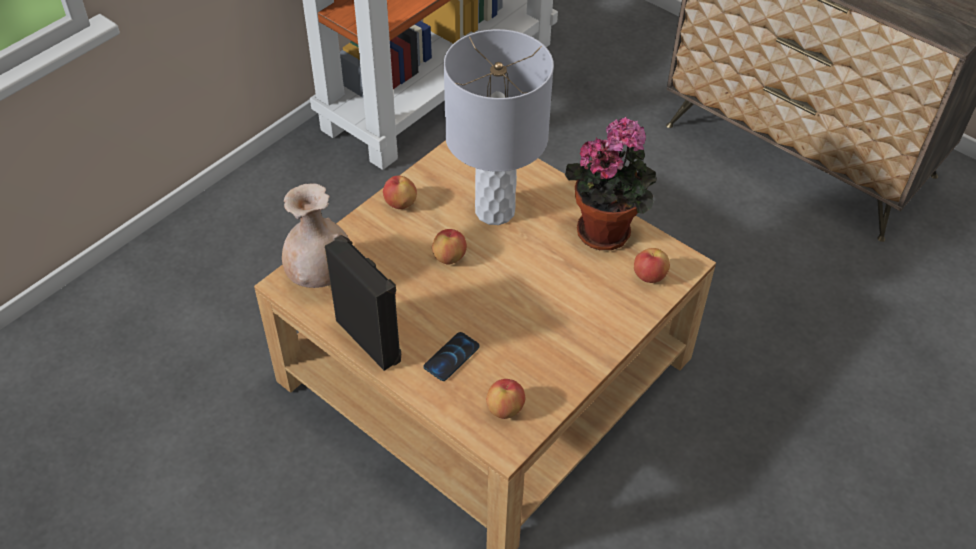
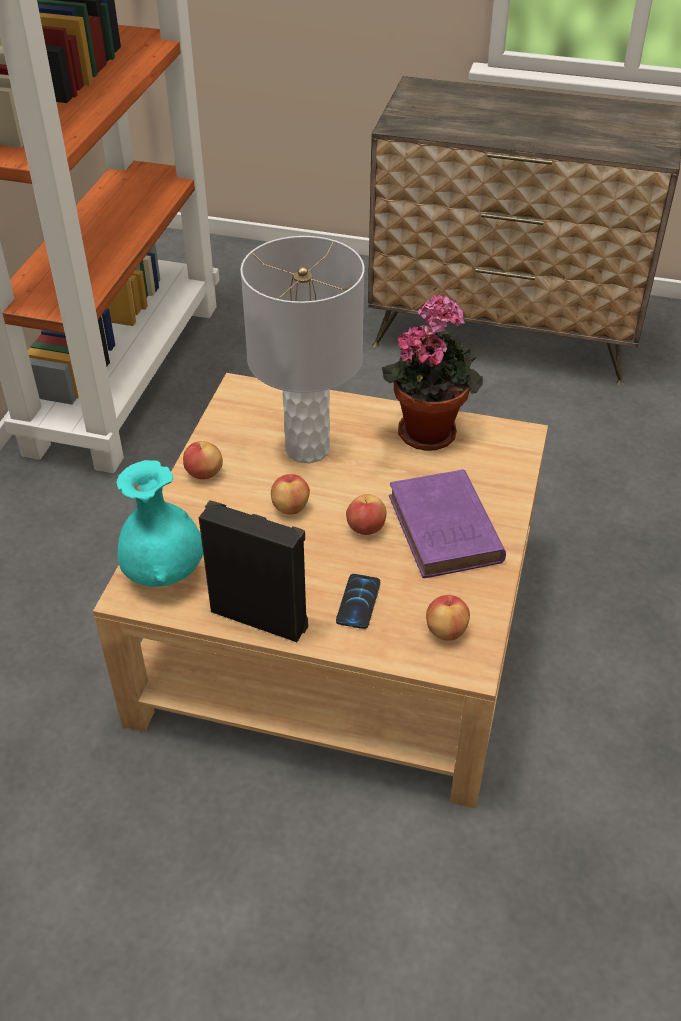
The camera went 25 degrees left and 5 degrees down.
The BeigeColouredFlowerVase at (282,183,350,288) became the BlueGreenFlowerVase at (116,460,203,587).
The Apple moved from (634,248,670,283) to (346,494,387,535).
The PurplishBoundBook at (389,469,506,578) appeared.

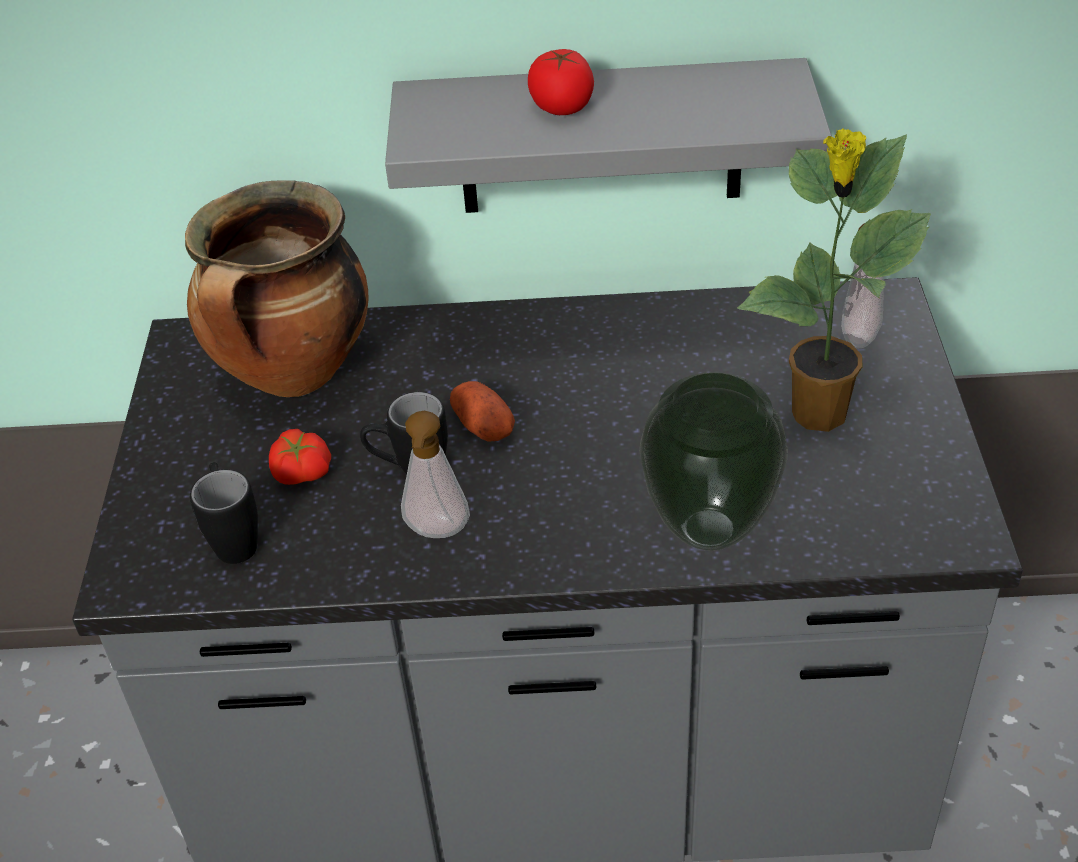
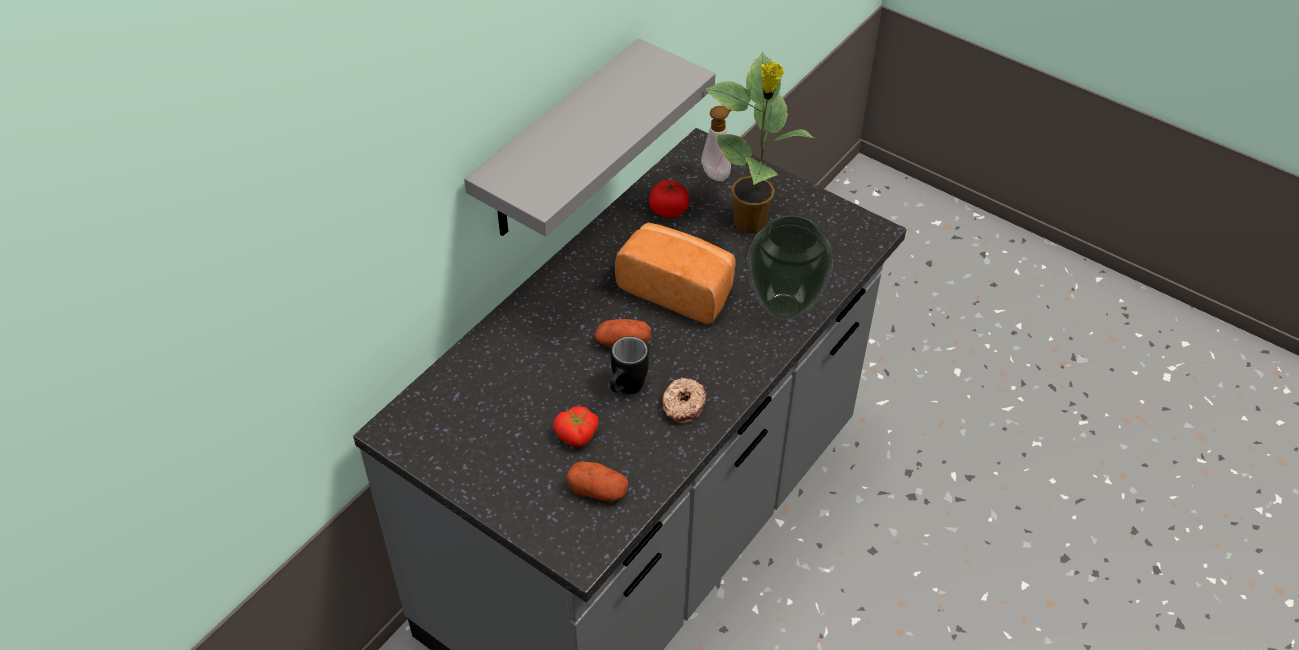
The camera went 55 degrees left and 5 degrees up.
The WholeTomato moved from (528,49,594,115) to (649,180,689,218).
The CookingPot at (185,180,369,397) disappeared.
The SoapDispenser at (401,411,470,538) was replaced by the RingDoughnut at (662,377,707,424).
The BlackishMug at (190,462,258,564) was replaced by the Spud at (566,461,628,501).
The BakeryBread at (615,223,736,324) appeared.

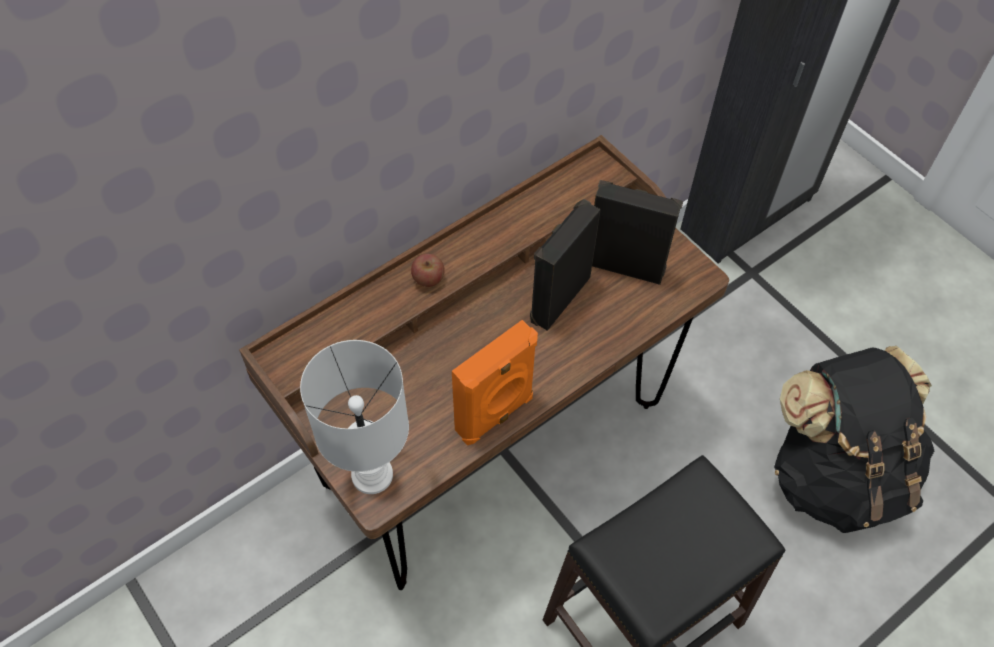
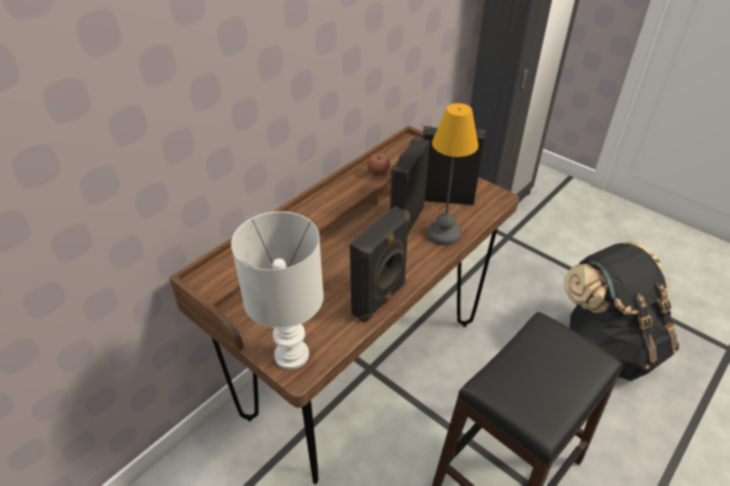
The camera went 10 degrees left and 15 degrees down.
The Apple moved from (411,254,445,287) to (367,153,390,176).
The OrangeLoudspeaker at (452,320,538,445) became the BlackishLoudspeaker at (350,207,410,323).
The LampForATable at (427,103,478,246) appeared.

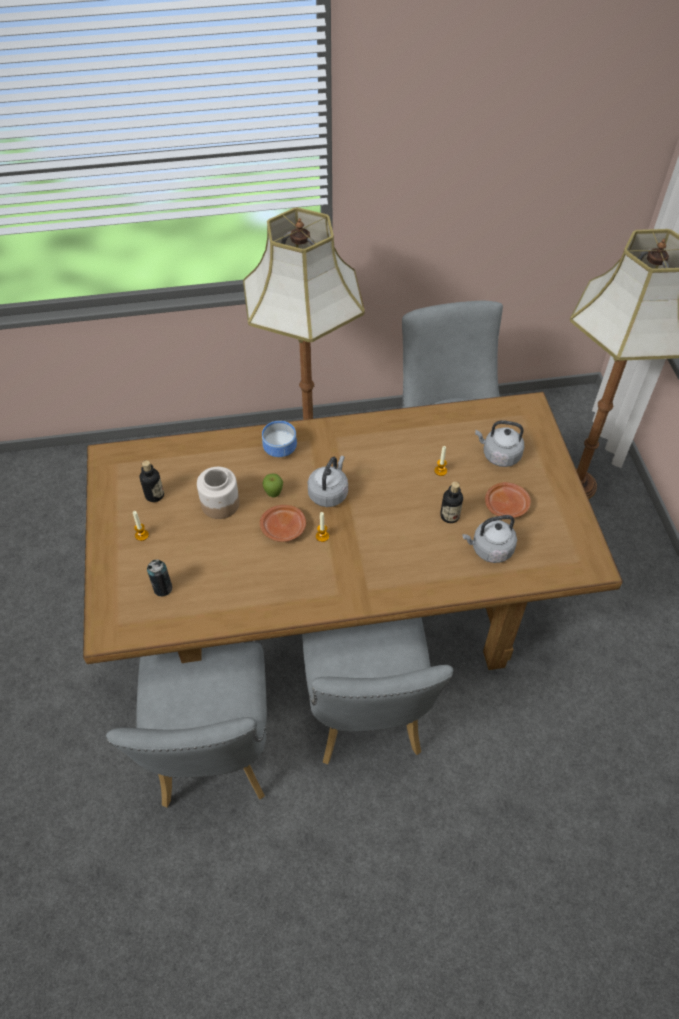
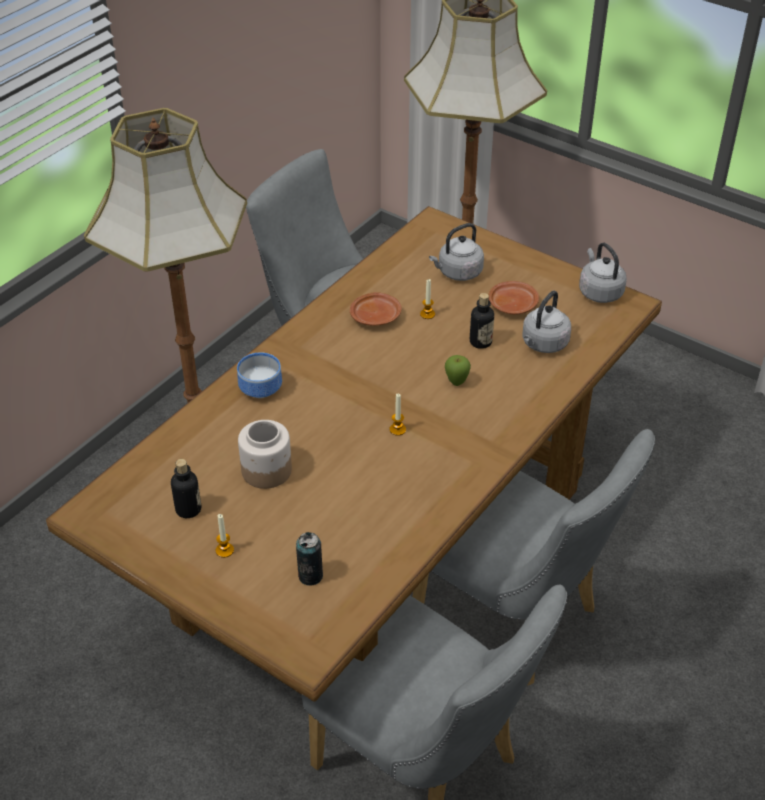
The camera went 45 degrees left and 10 degrees down.
The GreyTeaKettle moved from (308,456,348,507) to (579,243,627,303).
The Apple moved from (262,473,283,497) to (445,355,471,386).
The BrownColouredFlatDish moved from (260,505,306,542) to (350,292,402,326).

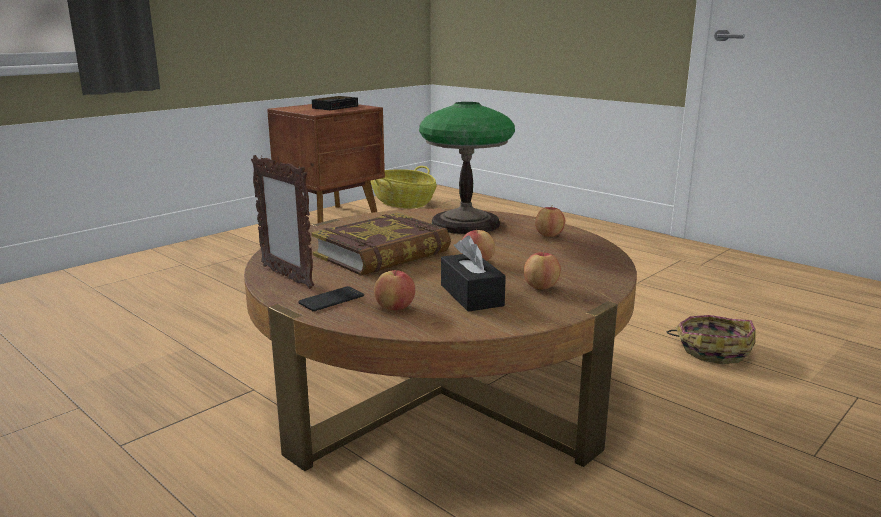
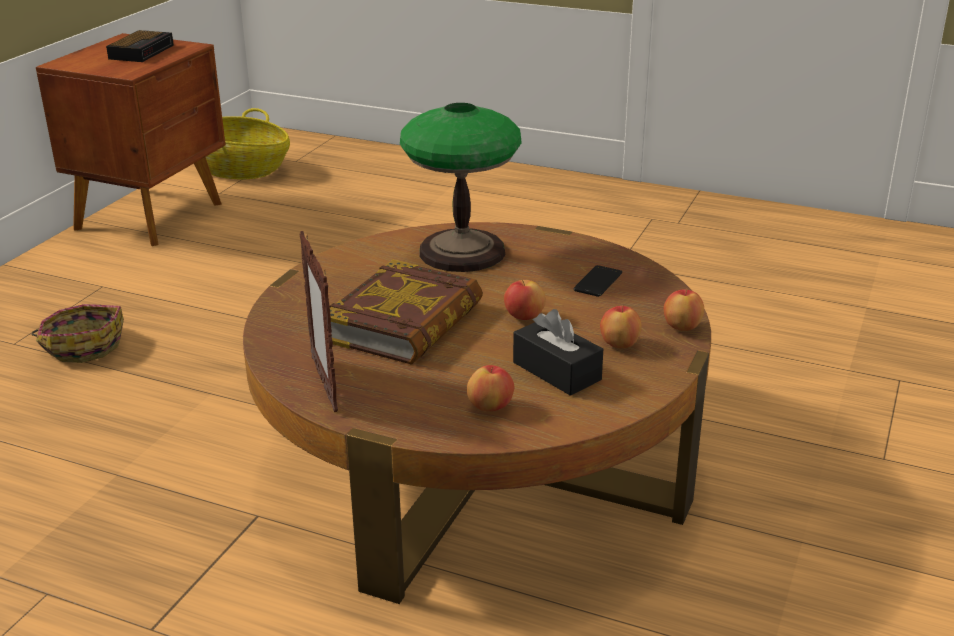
The camera went 20 degrees left and 10 degrees up.
The PhotoFrame at (251,155,314,289) turned 45 degrees clockwise.
The Apple moved from (535,206,565,237) to (664,289,704,331).
The Telephone moved from (298,286,364,312) to (574,265,622,297).
The HouseholdBasket moved from (666,315,755,364) to (31,304,124,363).

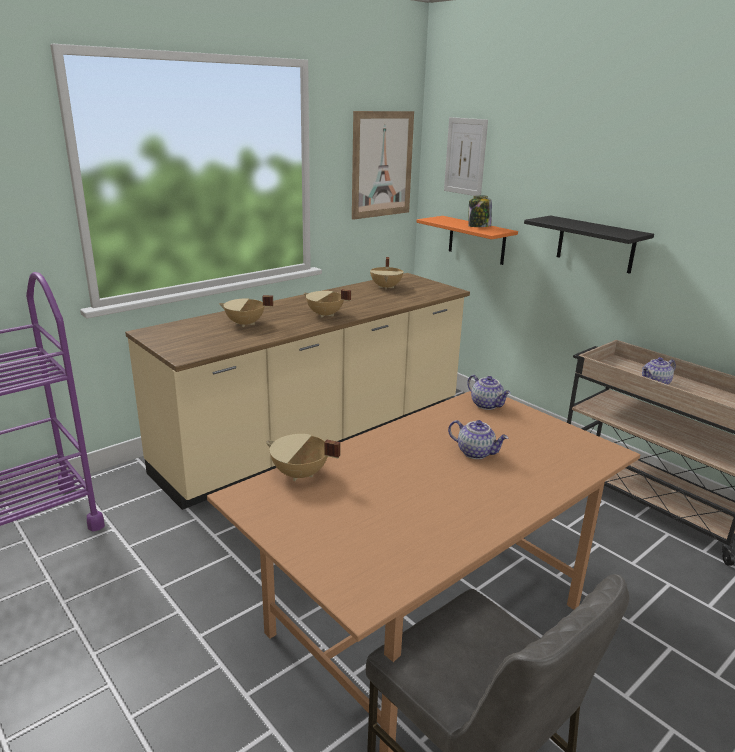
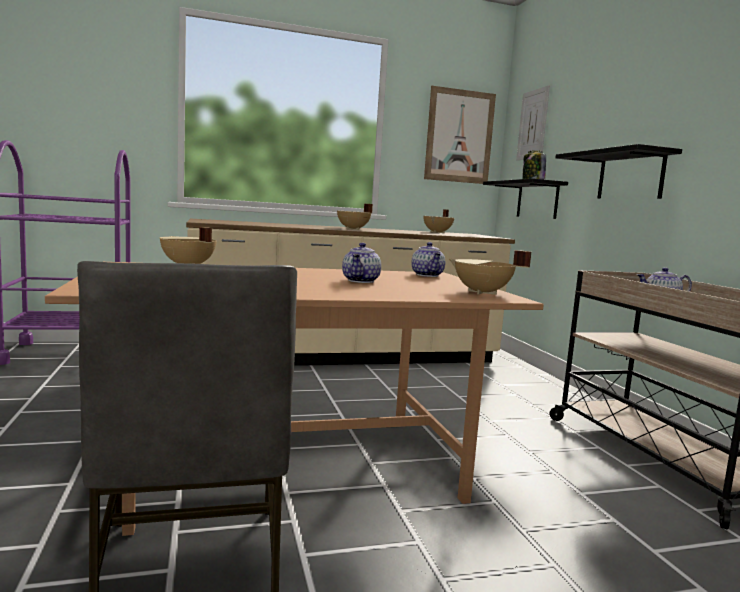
The camera went 25 degrees right and 15 degrees down.
The OrangeShelf at (417,216,518,265) became the BlackishShelf at (483,179,568,219).
The BeigeColouredCookingPot moved from (219,295,274,327) to (449,250,531,295).
The Teapot at (448,420,508,459) turned 45 degrees clockwise.

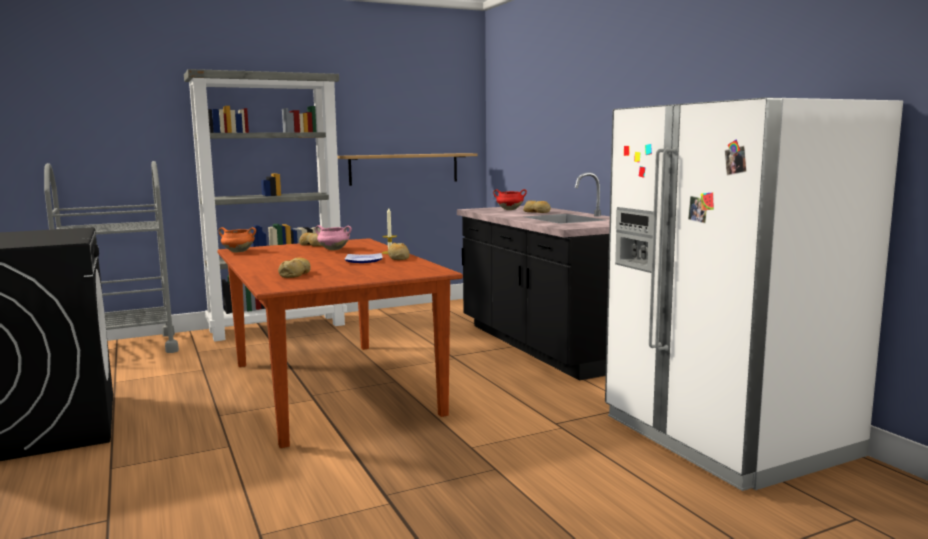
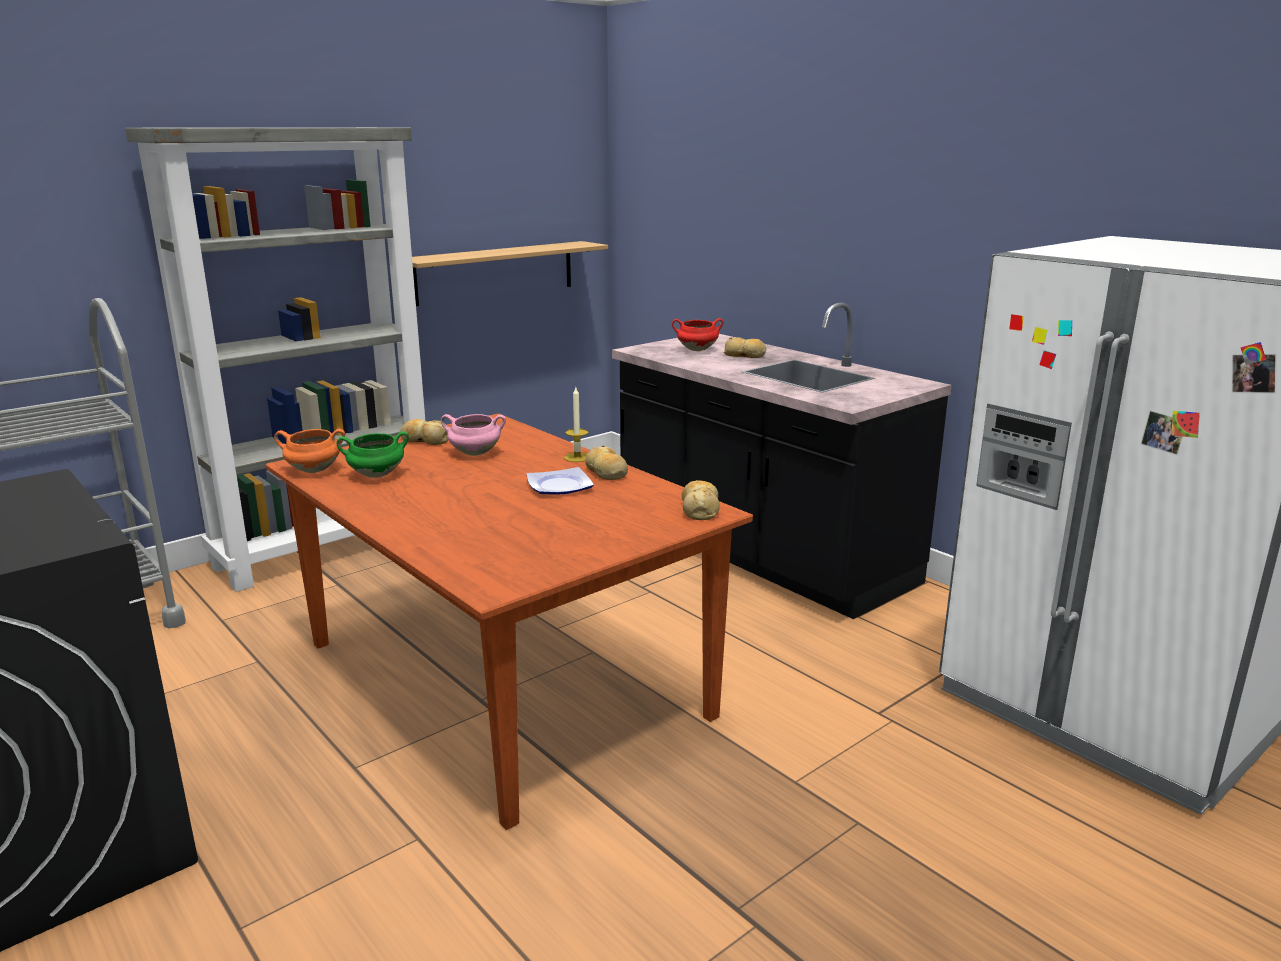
The camera went 15 degrees left and 10 degrees up.
The BakeryBread moved from (278,257,311,278) to (682,480,720,520).
The GreenishCookingPot at (336,431,409,478) appeared.

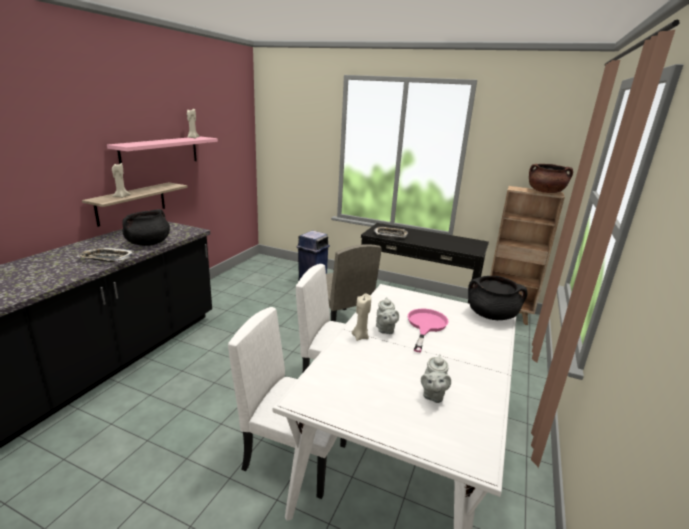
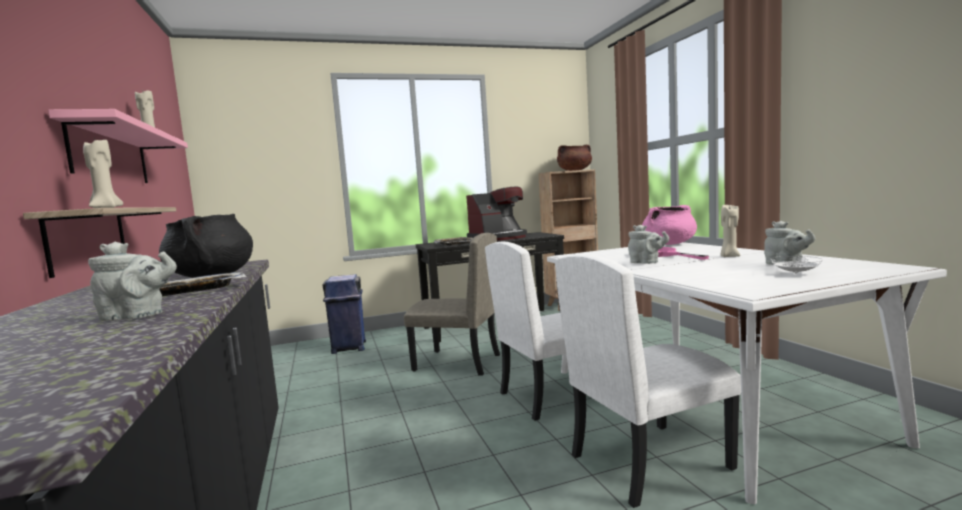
The camera went 40 degrees left and 15 degrees down.
The BlackishCookingPot at (468,276,528,320) became the PinkCookingPot at (642,205,697,245).
The BeigeColouredWaxCandle moved from (352,294,371,341) to (720,205,740,257).
The CoffeeMachine at (466,187,527,241) appeared.
The GreyTeapot at (88,242,177,321) appeared.
The WhitishFlatDish at (770,256,823,274) appeared.

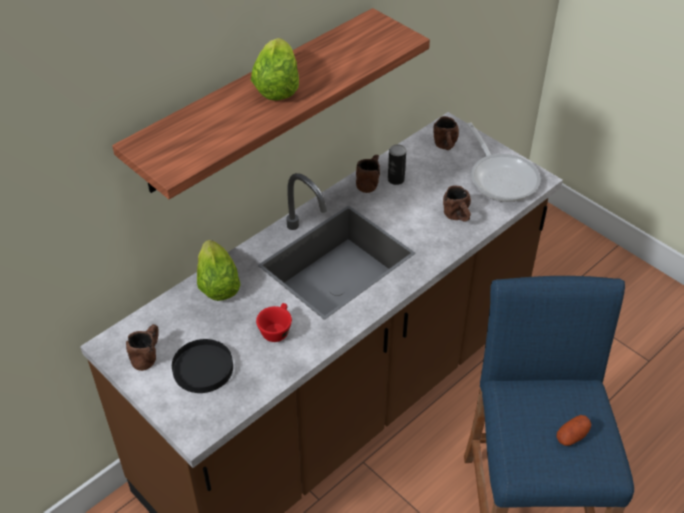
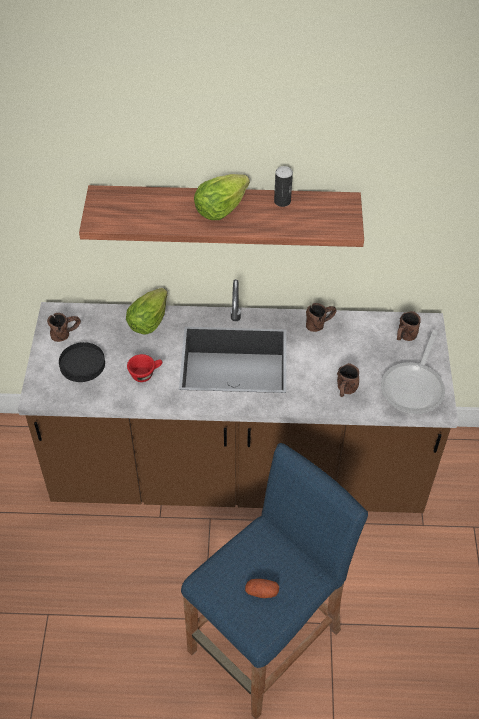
The camera went 45 degrees right and 5 degrees up.
The MetalCan moved from (388,144,406,185) to (274,166,293,207).

